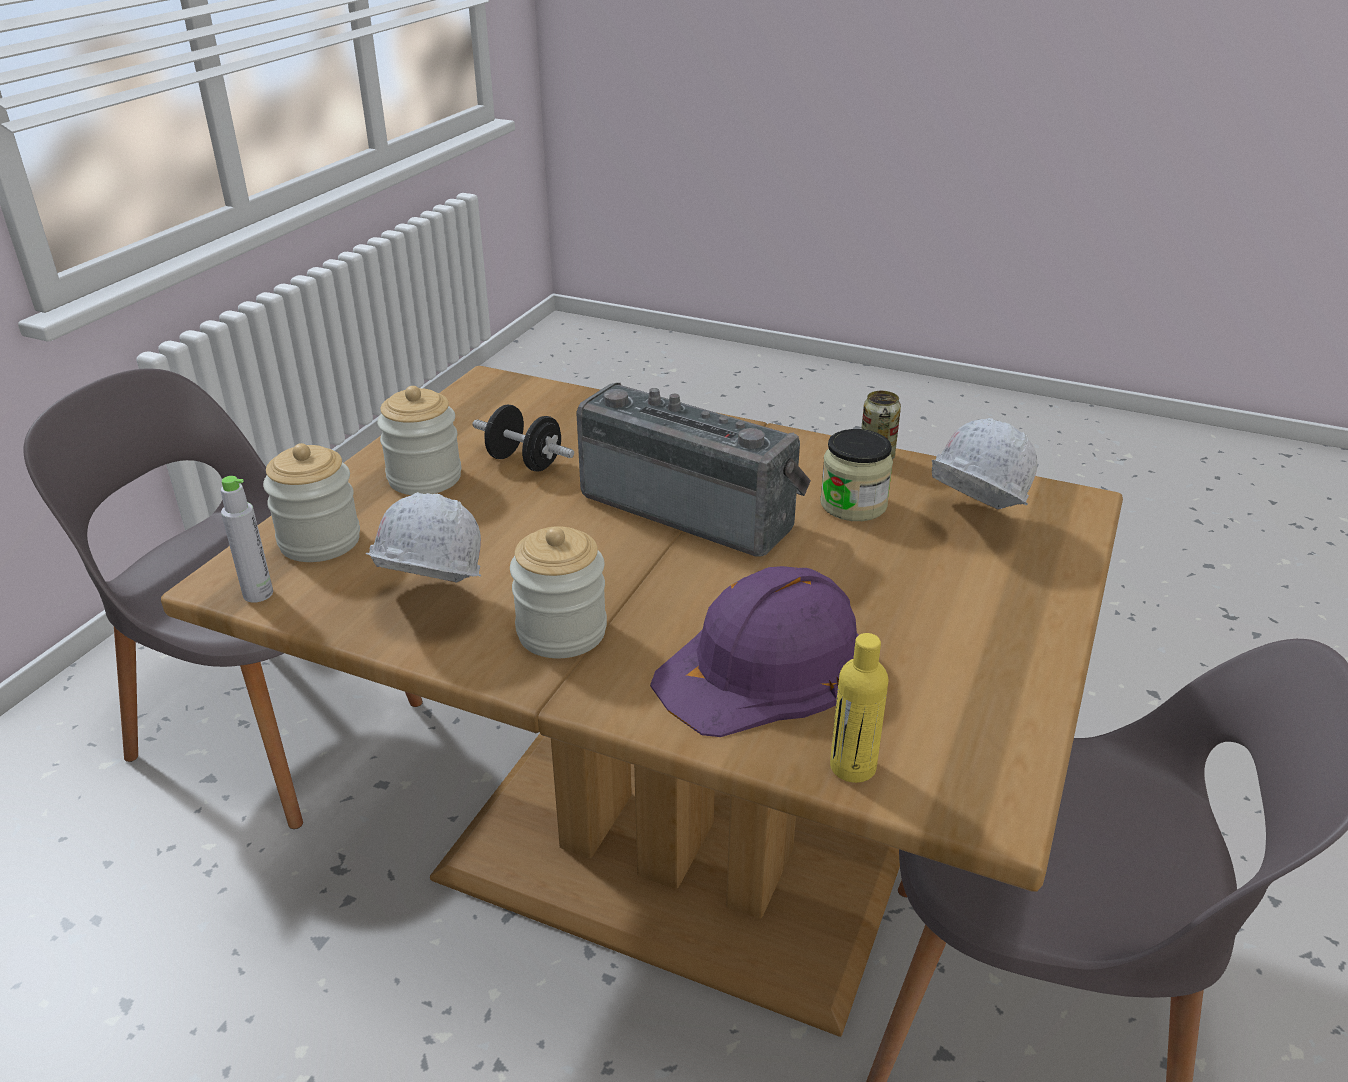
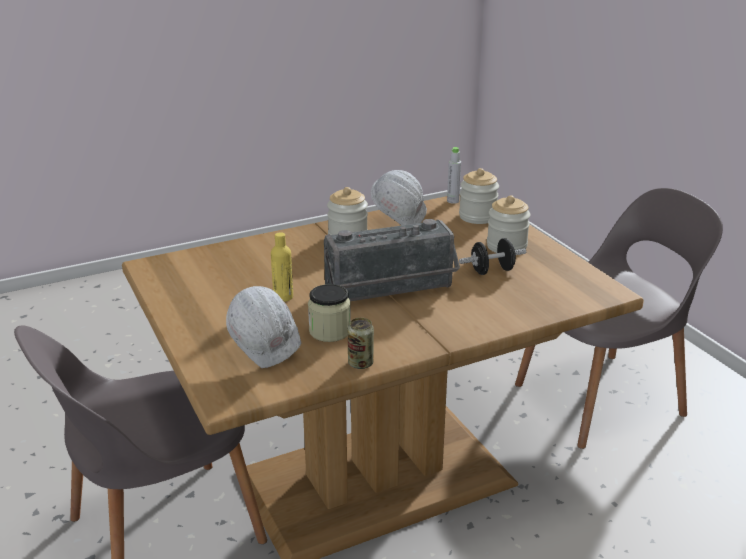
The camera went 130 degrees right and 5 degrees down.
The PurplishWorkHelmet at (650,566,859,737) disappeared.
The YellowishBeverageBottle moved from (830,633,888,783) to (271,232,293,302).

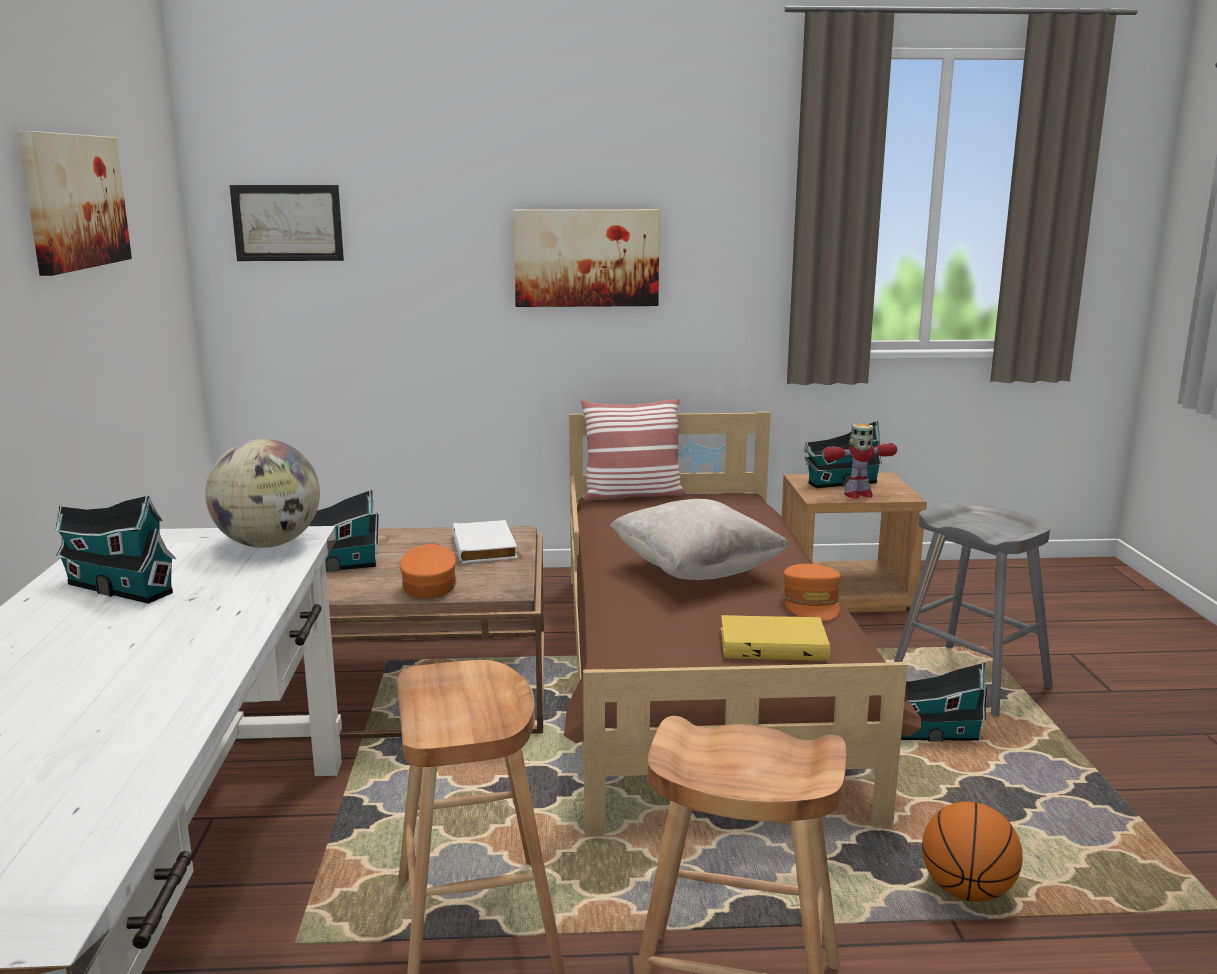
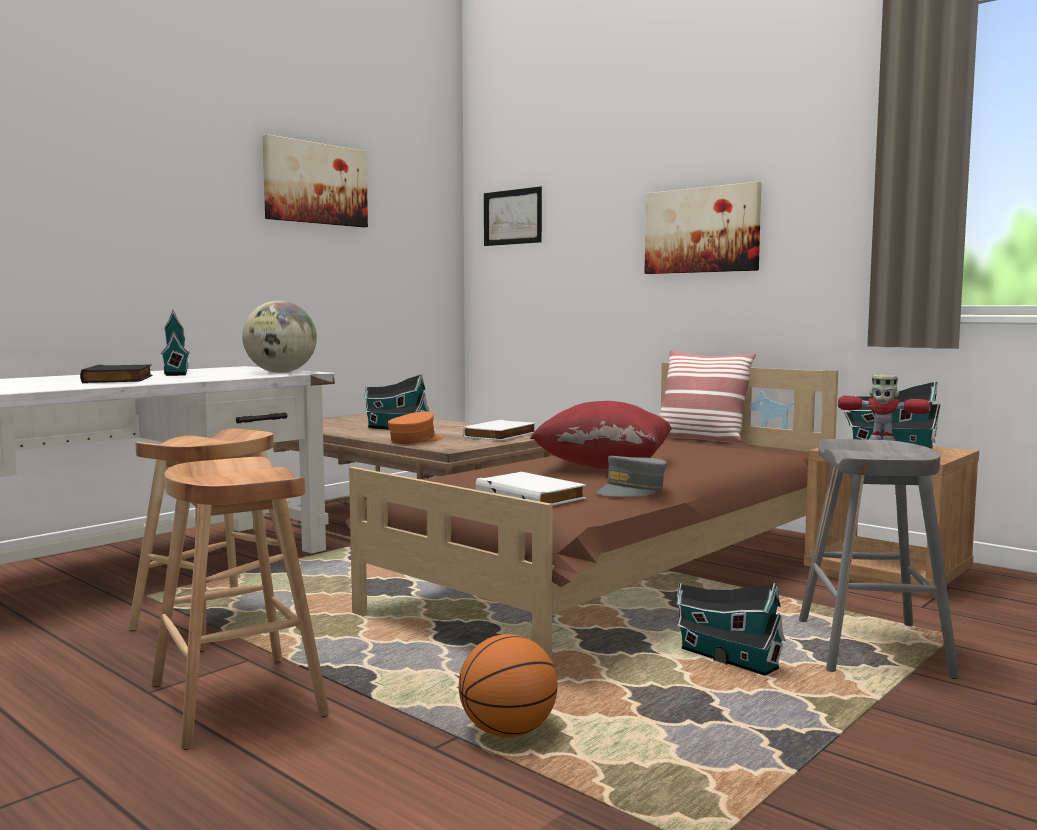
The camera went 45 degrees right and 10 degrees down.
The BeigeColouredCushion at (610,499,790,580) became the ReddishCushion at (530,401,672,469).
The OrangePeakedCap at (783,564,841,621) became the GreyPeakedCap at (597,456,667,497).
The YellowishBoundBook at (721,615,830,660) became the WhitishBoundBook at (476,472,586,506).
The BlackishBoundBook at (80,364,152,383) appeared.

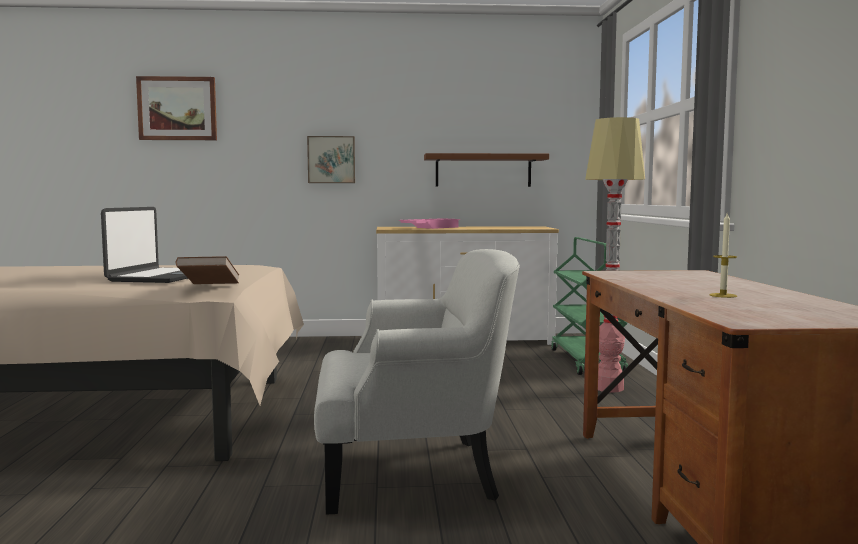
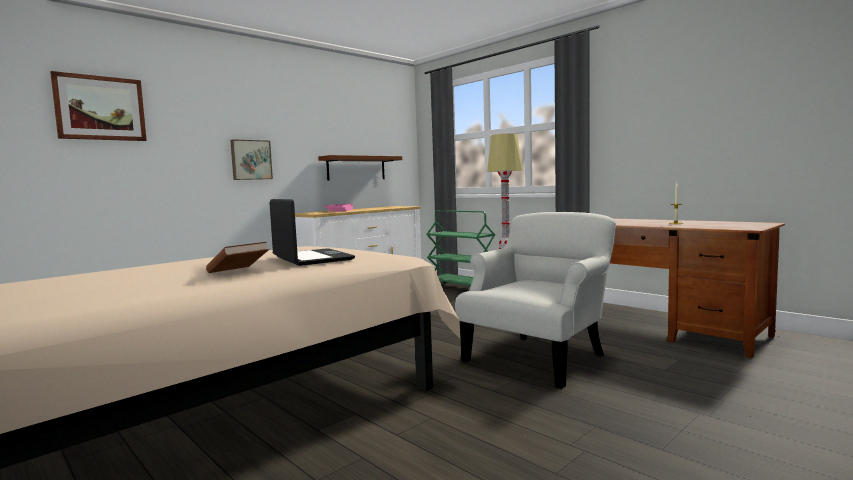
The camera went 40 degrees left and 0 degrees up.
The BrownColouredBoundBook moved from (176,256,239,284) to (206,242,269,273).

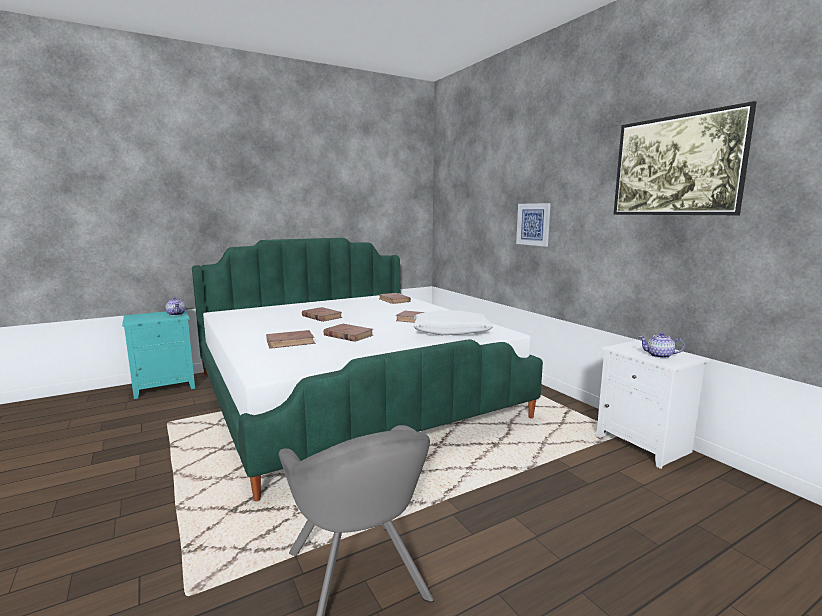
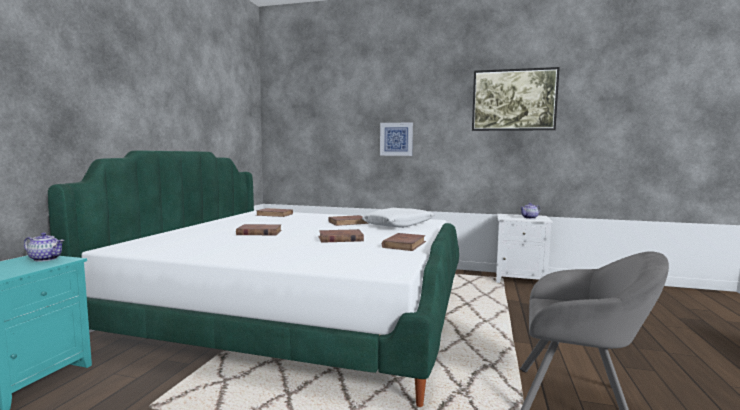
The camera went 45 degrees left and 5 degrees down.
The BrownColouredBoundBook moved from (266,330,315,349) to (382,233,426,251).

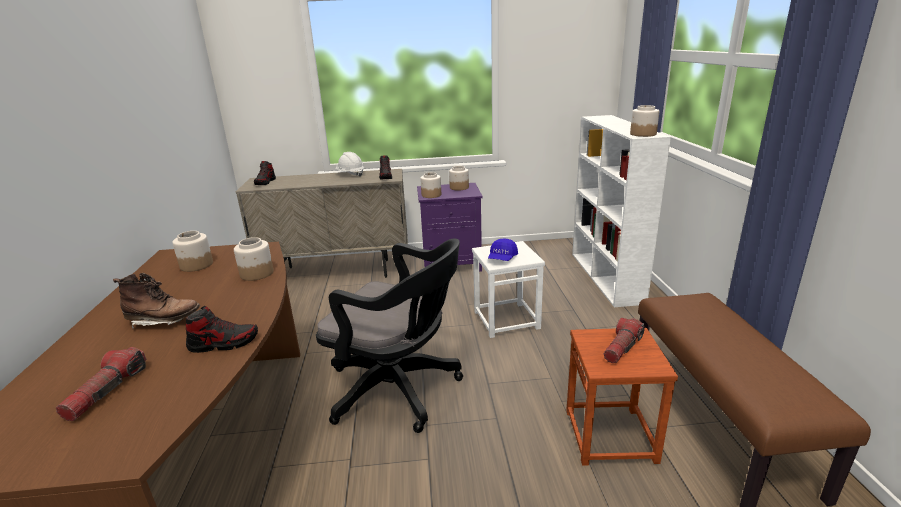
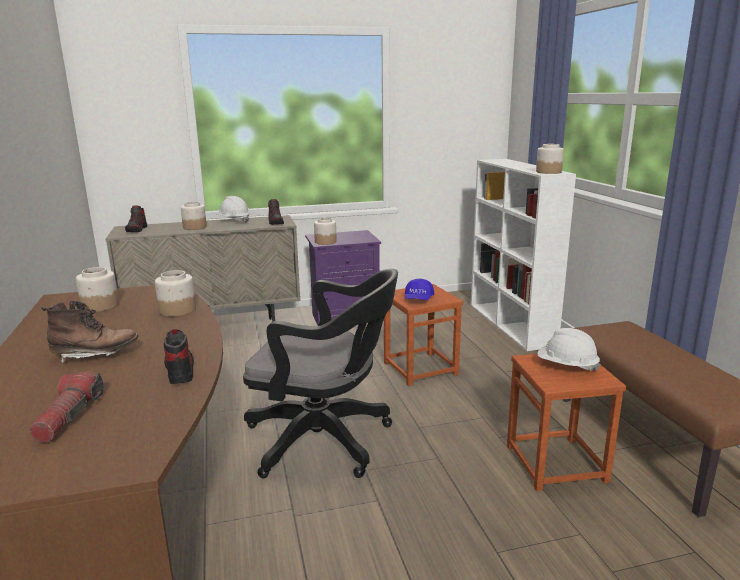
The camera went 10 degrees left and 5 degrees down.
The Jar moved from (449,166,469,191) to (181,201,207,230).
The WhitishSittingStool at (472,241,545,338) became the BrownColouredSittingStool at (384,284,463,386).
The ItemOfFootwear at (186,306,258,353) turned 90 degrees counterclockwise.
The Torch at (604,318,645,363) was replaced by the WhitishWorkHelmet at (537,328,600,372).

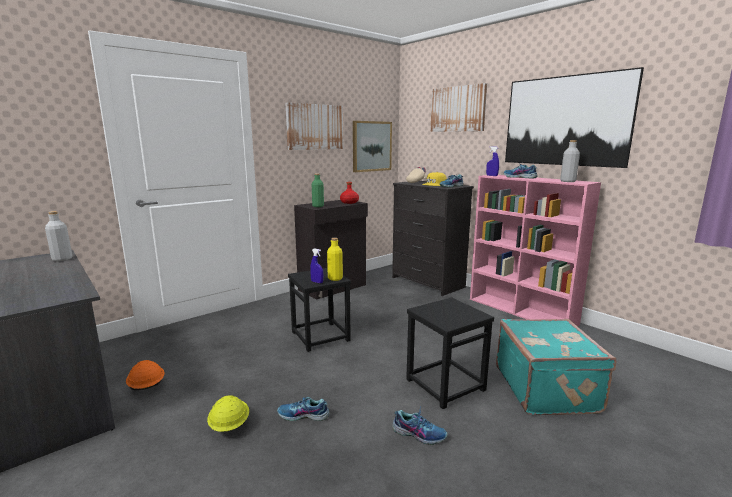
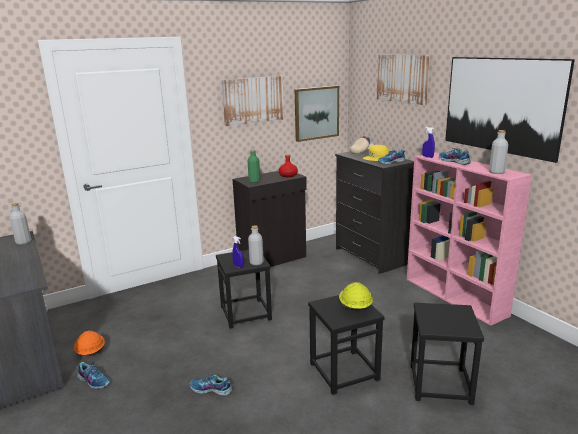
The camera went 10 degrees right and 5 degrees up.
The YellowishBeverageBottle at (327,238,343,281) became the GreyBeverageBottle at (248,225,264,265).
The BlueGreenPieceOfLuggage at (496,319,616,415) was replaced by the BlackishSittingStool at (411,303,484,405).
The YellowishWorkHelmet moved from (207,395,249,432) to (339,282,373,310).
The ItemOfFootwear moved from (392,406,448,445) to (77,360,110,390).

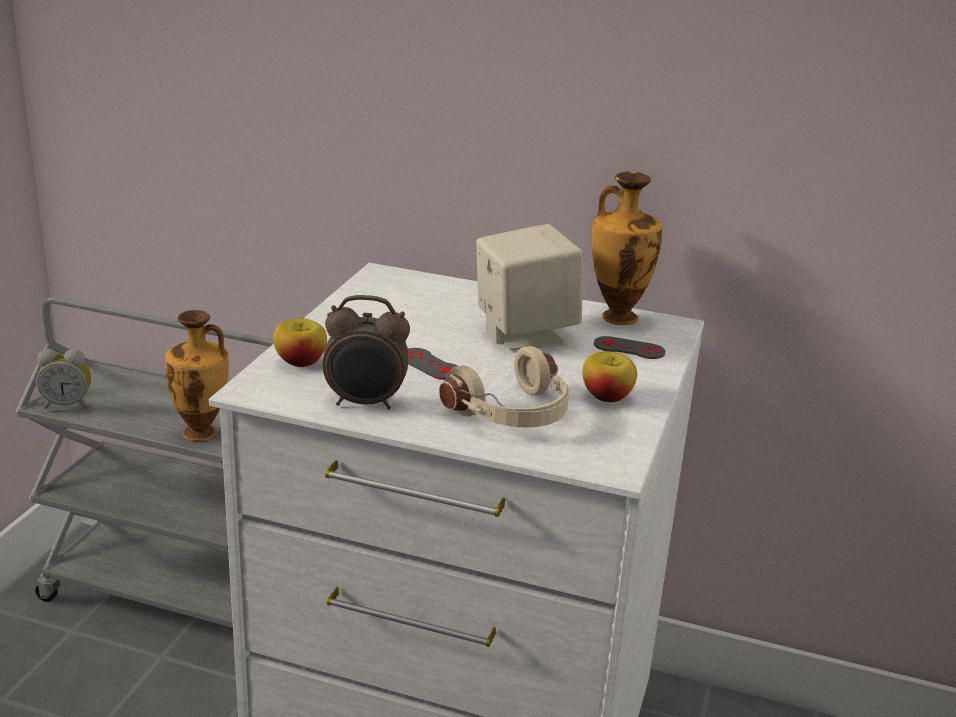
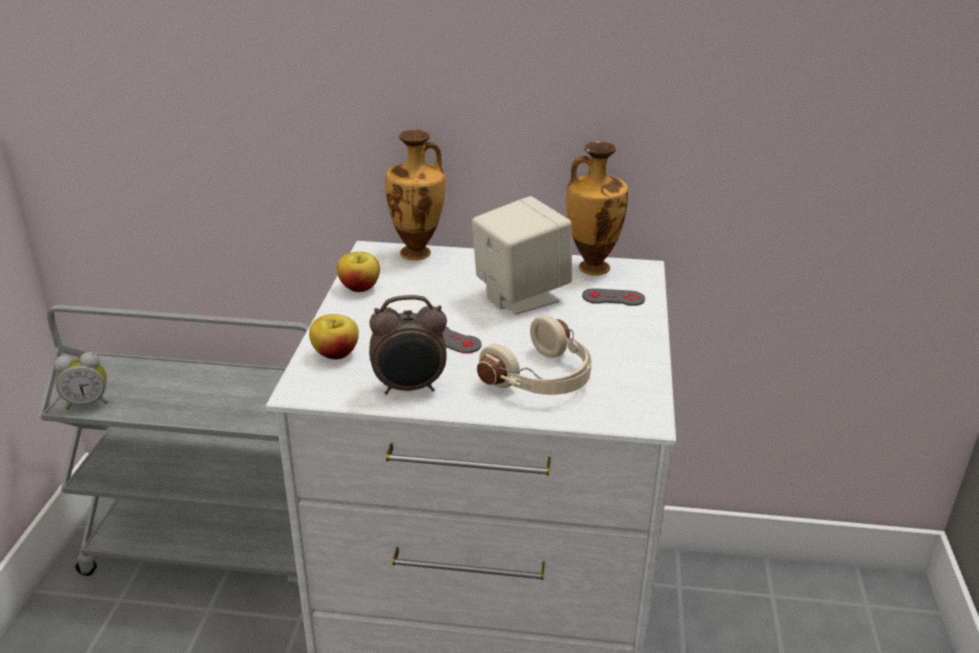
The camera went 10 degrees left and 5 degrees up.
The FlowerVase moved from (165,310,229,442) to (386,130,446,260).
The Apple moved from (582,351,637,402) to (337,252,380,292).

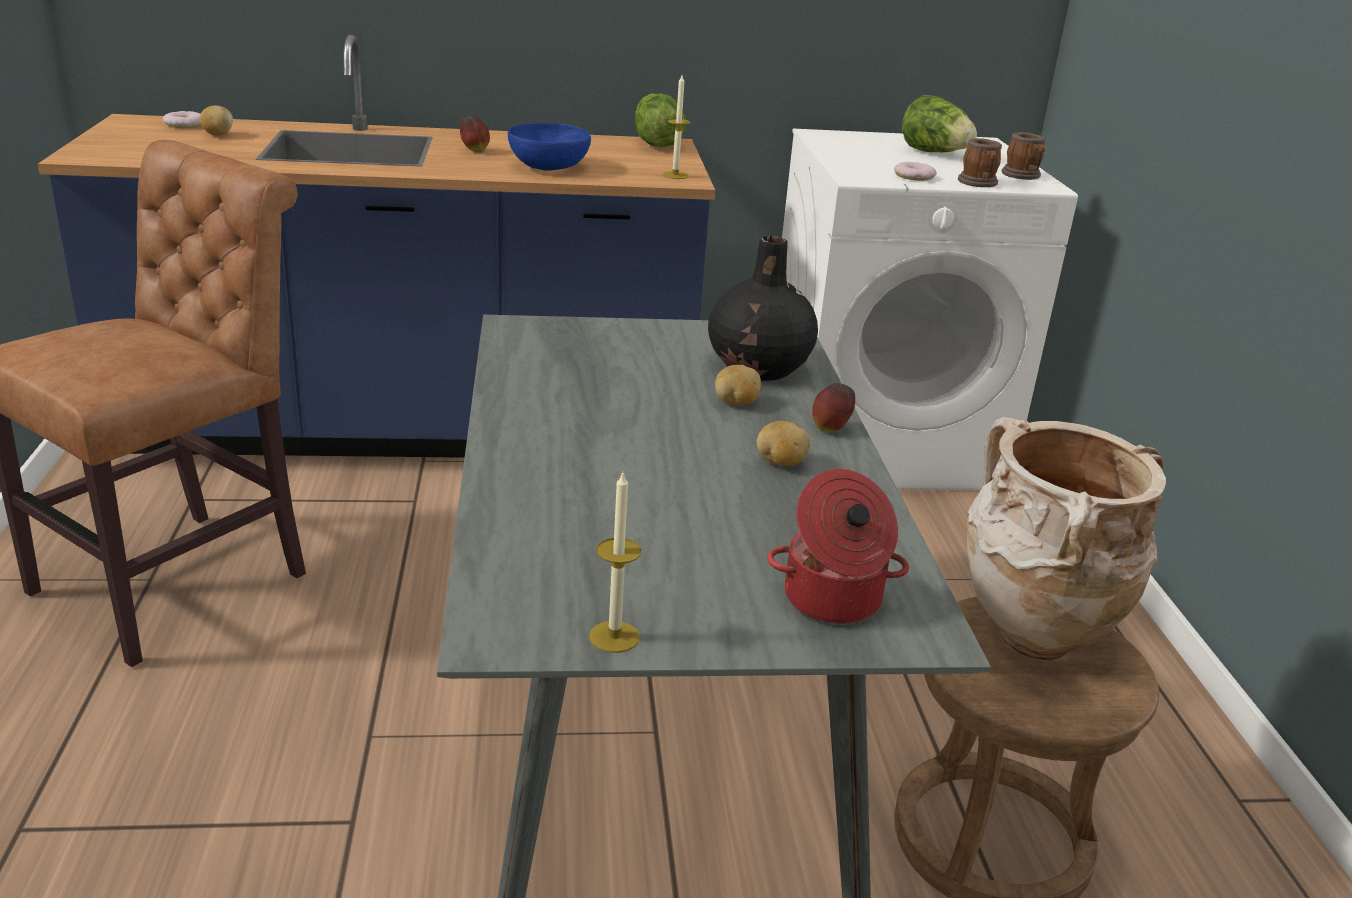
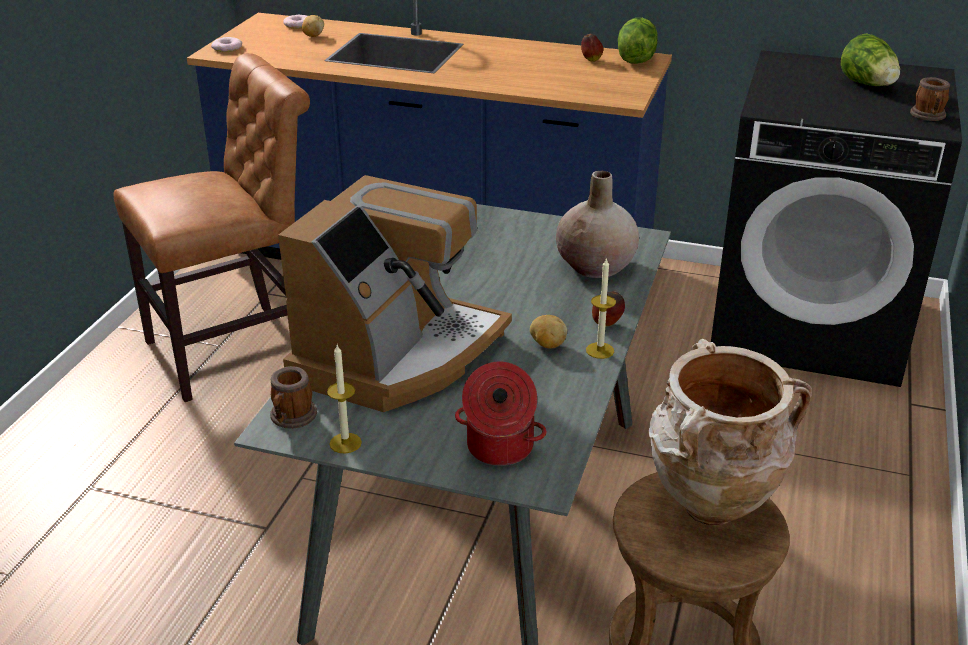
The camera went 25 degrees right and 5 degrees up.
The WaxCandle moved from (662,75,690,179) to (586,257,616,359).
The Apple moved from (460,116,490,152) to (581,34,603,62).
The BlueServingBowl at (508,123,591,171) disappeared.
The WhitishWashingMachine at (782,129,1078,490) became the BlackishWashingMachine at (711,50,962,387).
The Mug moved from (958,138,1002,187) to (270,366,317,429).
The RingDoughnut moved from (894,162,937,181) to (211,37,242,52).
The BlackishFlowerVase at (708,236,818,381) became the BeigeColouredFlowerVase at (556,171,639,278).
The Spud at (715,365,761,405) disappeared.
The CoffeeMachine at (278,175,512,412) appeared.

